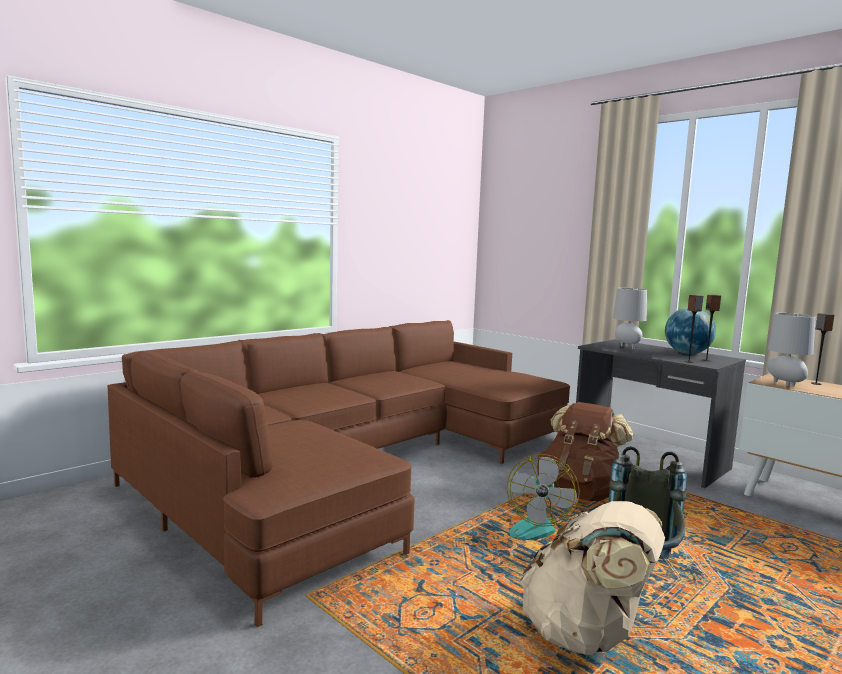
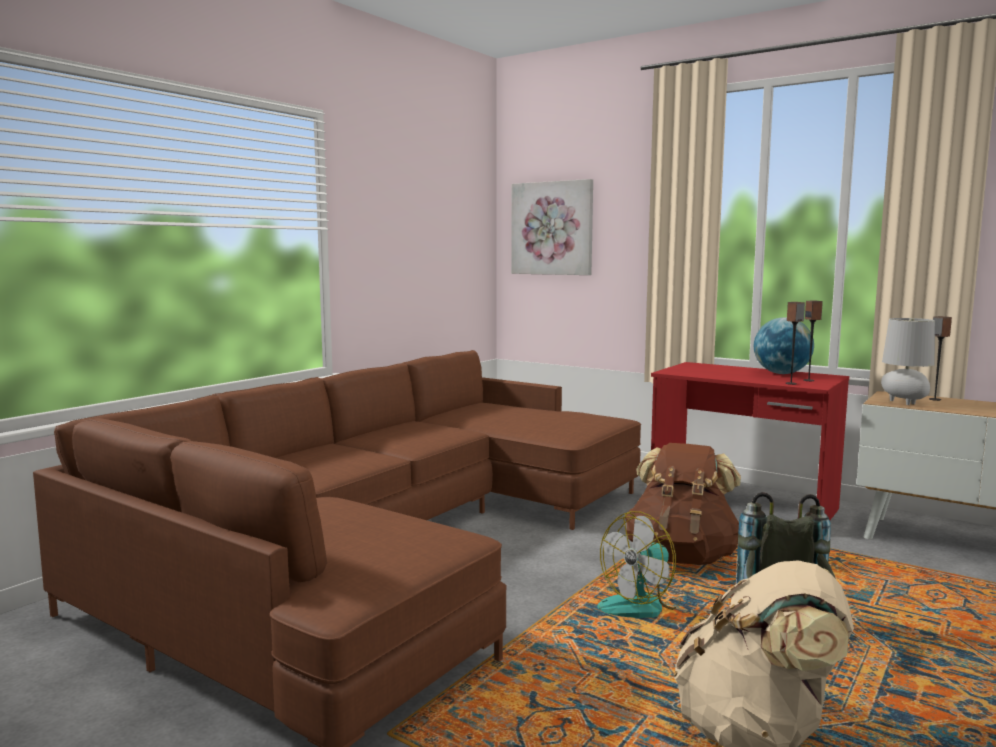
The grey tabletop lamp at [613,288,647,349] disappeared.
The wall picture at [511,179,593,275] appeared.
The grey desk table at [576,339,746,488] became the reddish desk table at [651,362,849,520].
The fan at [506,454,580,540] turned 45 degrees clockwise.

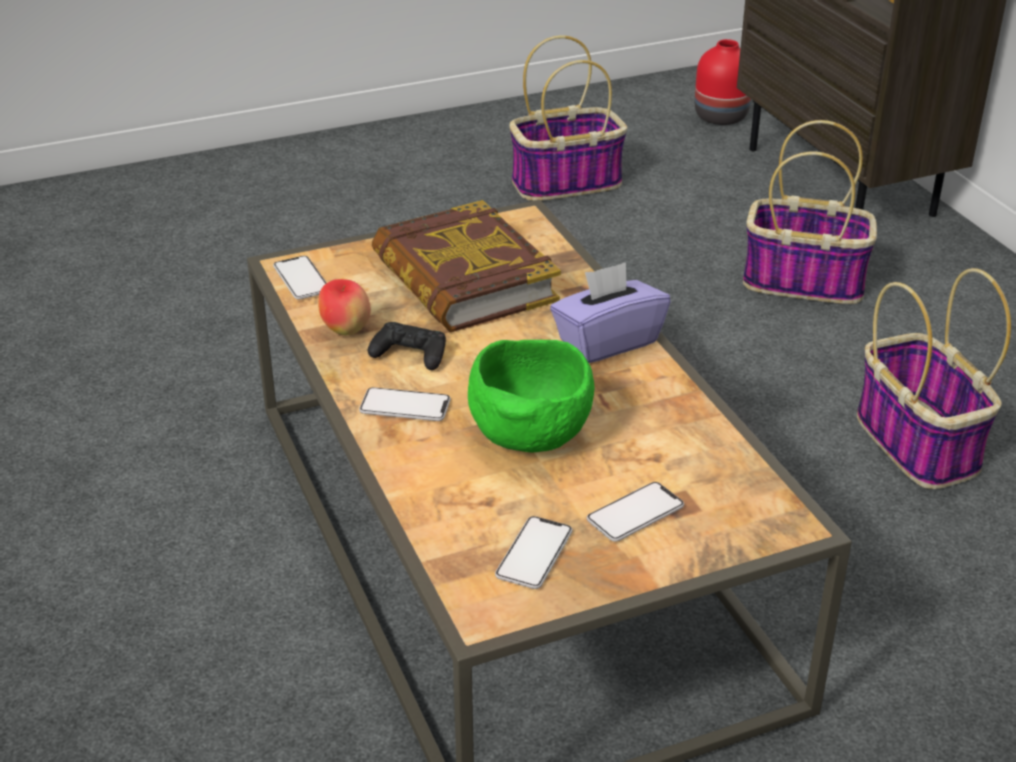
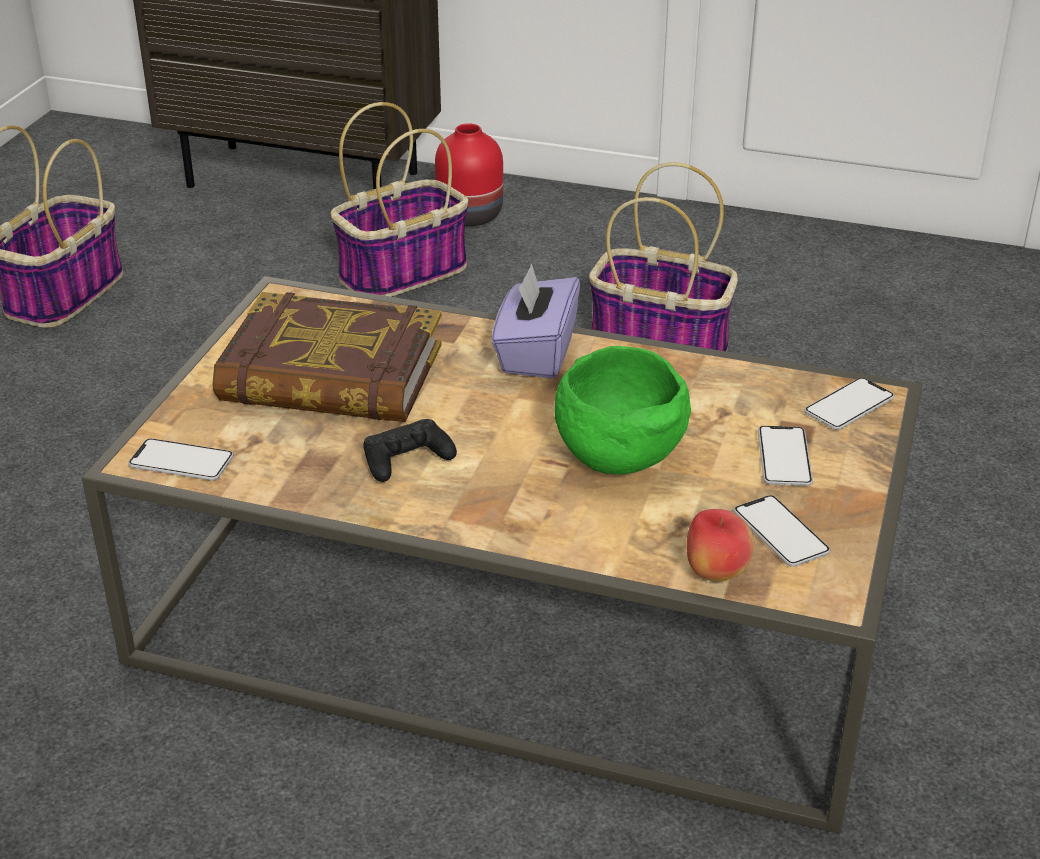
The apple fruit moved from [318,279,371,335] to [686,509,755,582].
The phone moved from [359,387,451,421] to [804,378,894,430].
The reddish vase moved from [695,39,751,125] to [435,124,503,226].

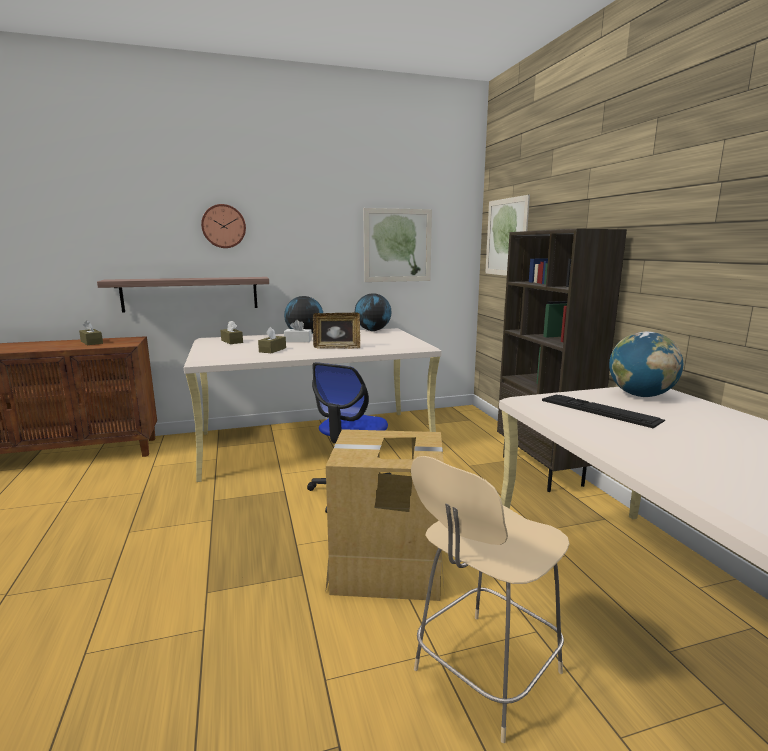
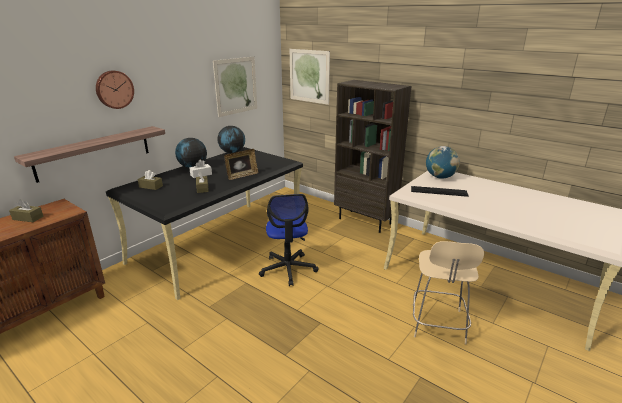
The cardboard box at [325,429,445,601] disappeared.
The beige-coloured desk table at [184,328,442,482] became the black-coloured desk table at [106,147,303,300].

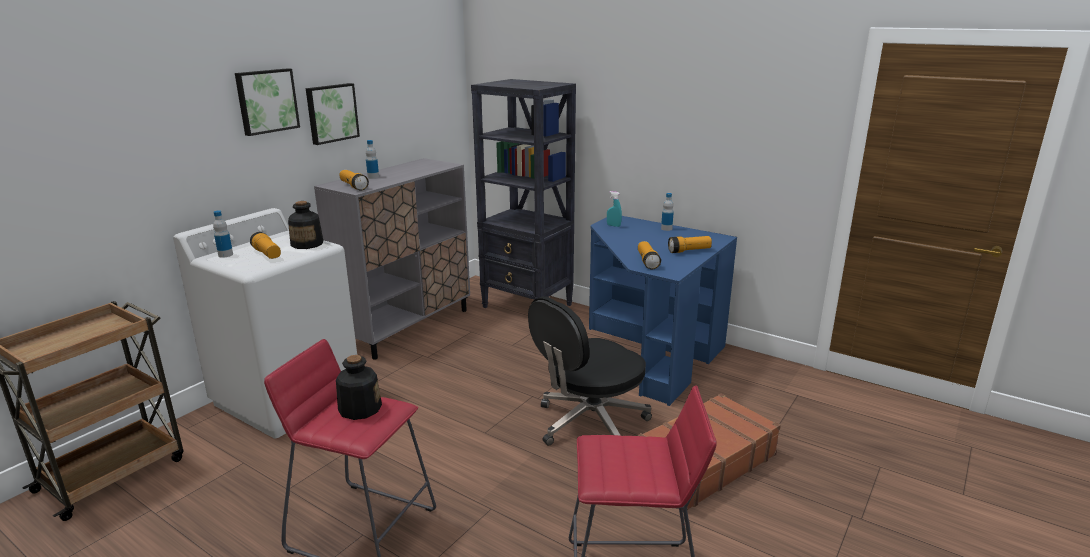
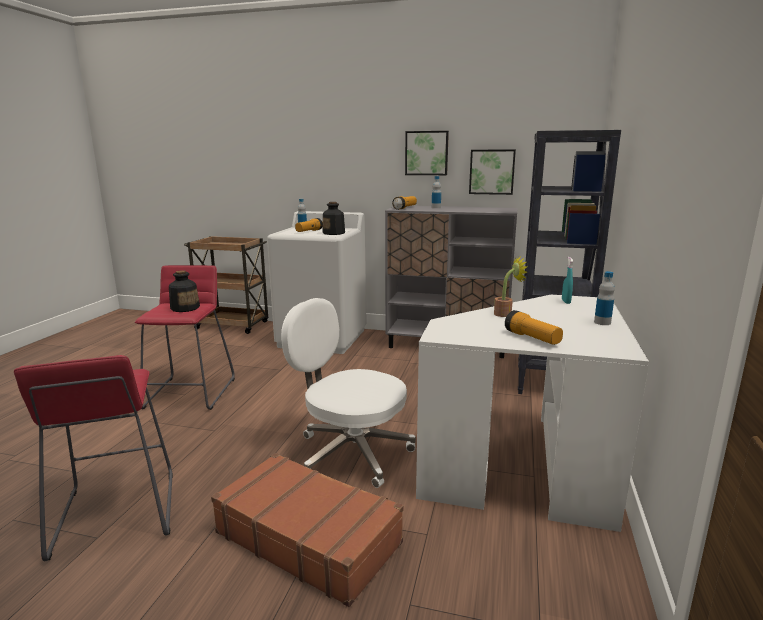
The hand torch at [638,241,661,270] disappeared.
The potted plant at [494,256,528,317] appeared.
The wall picture moved from [235,68,300,136] to [469,149,516,195].
The black-coloured office chair at [528,296,652,446] became the white office chair at [281,298,416,488].
The bluish desk table at [589,216,737,406] became the white desk table at [416,295,649,532].

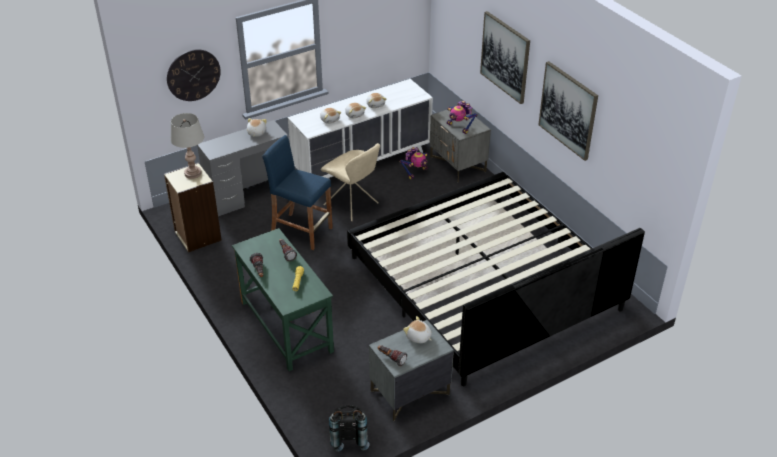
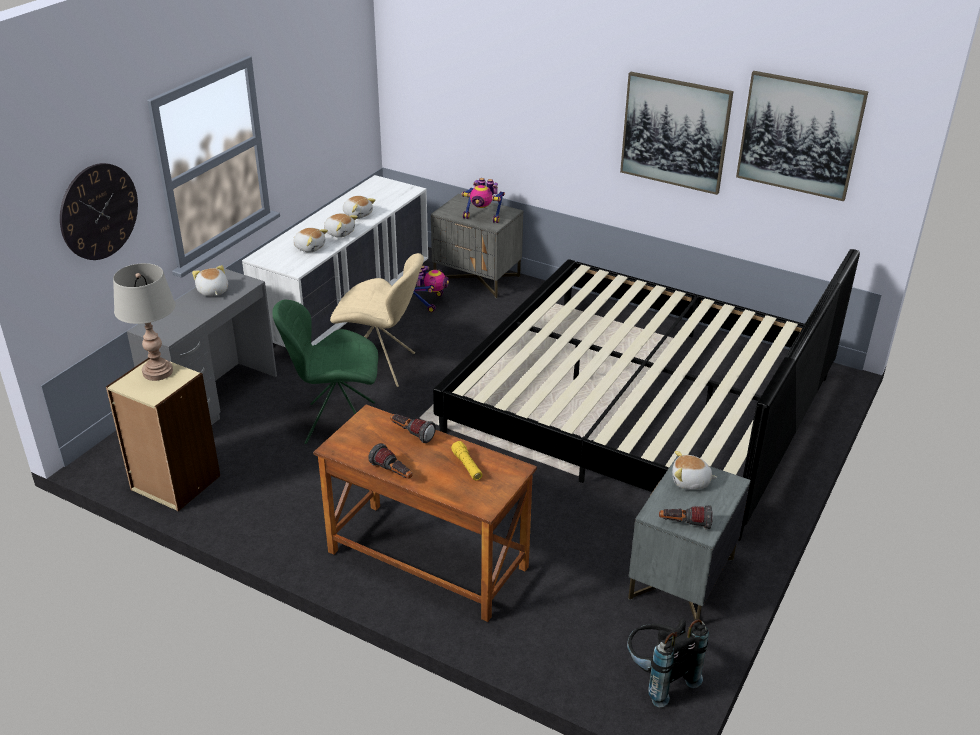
The wall picture moved from [480,11,530,104] to [736,71,868,201].
The bluish sitting stool at [263,135,333,250] was replaced by the green-coloured upright chair at [272,300,378,444].
The green-coloured desk table at [232,228,334,371] became the brownish desk table at [313,404,537,622].

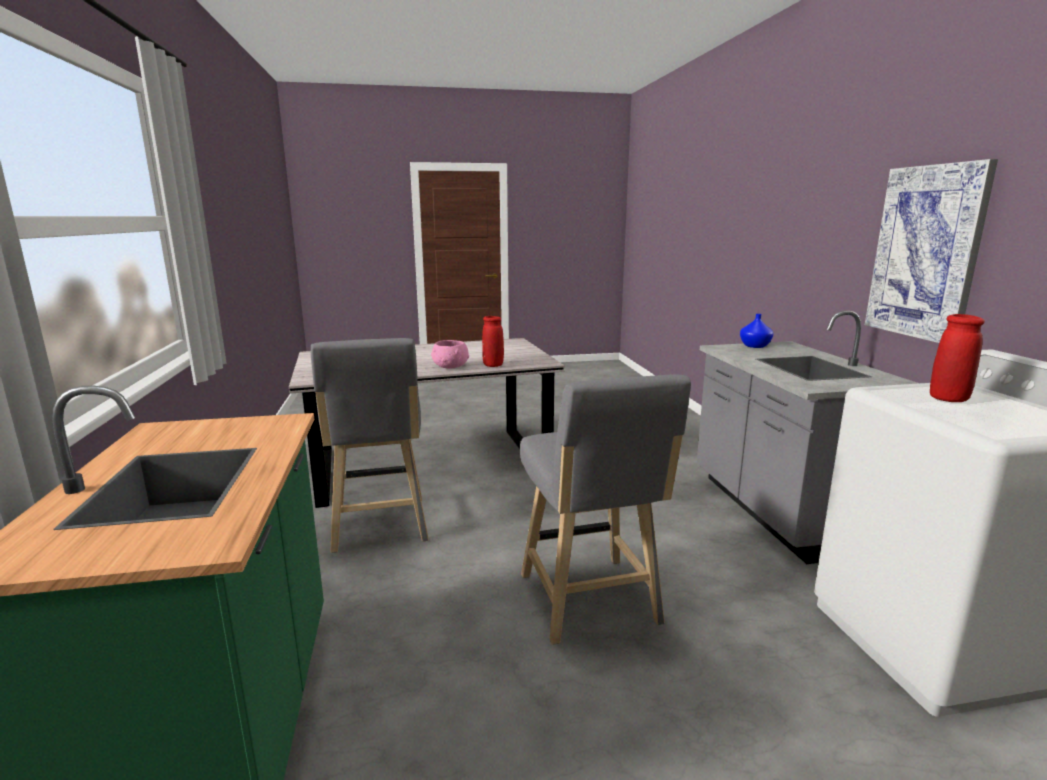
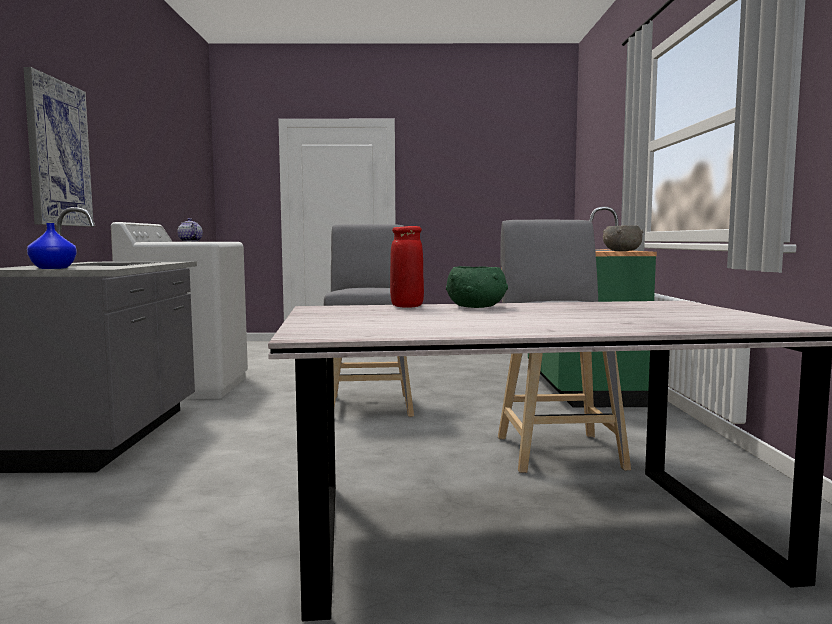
The grey bowl at [603,225,643,251] appeared.
The reddish vase at [930,314,985,402] was replaced by the tea pot at [177,218,203,242].
The pink bowl at [431,340,469,369] became the green-coloured bowl at [446,266,508,308].

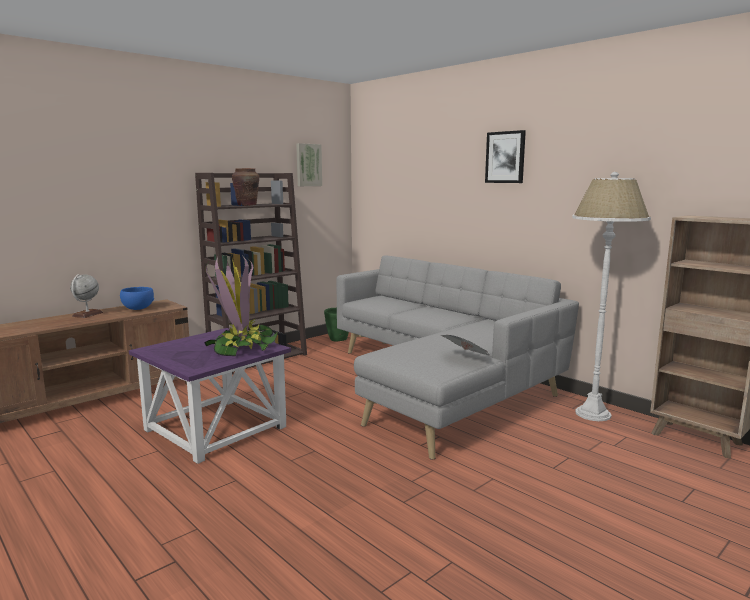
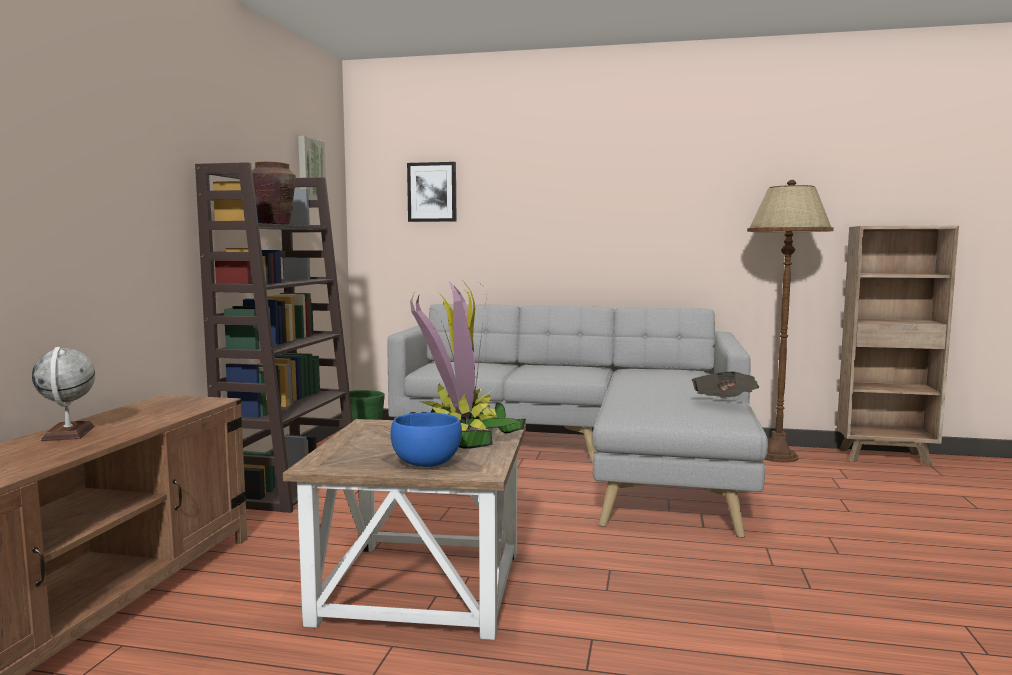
The bluish bowl moved from [120,287,154,310] to [391,412,462,467].
The wall picture moved from [485,130,526,183] to [407,162,456,222].
The purple-coloured side table at [129,328,291,464] became the brownish side table at [283,419,526,640].
The white standard lamp at [572,172,651,421] became the brownish standard lamp at [747,180,834,462].

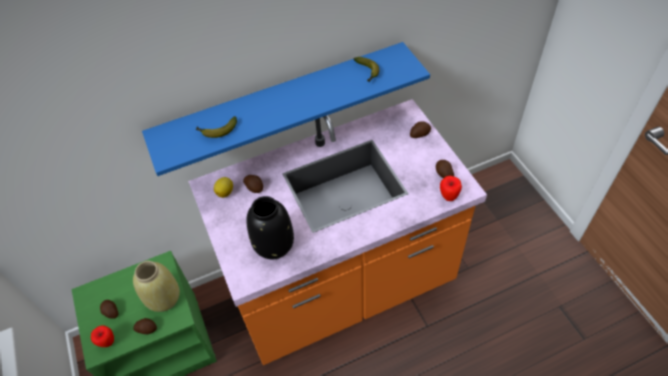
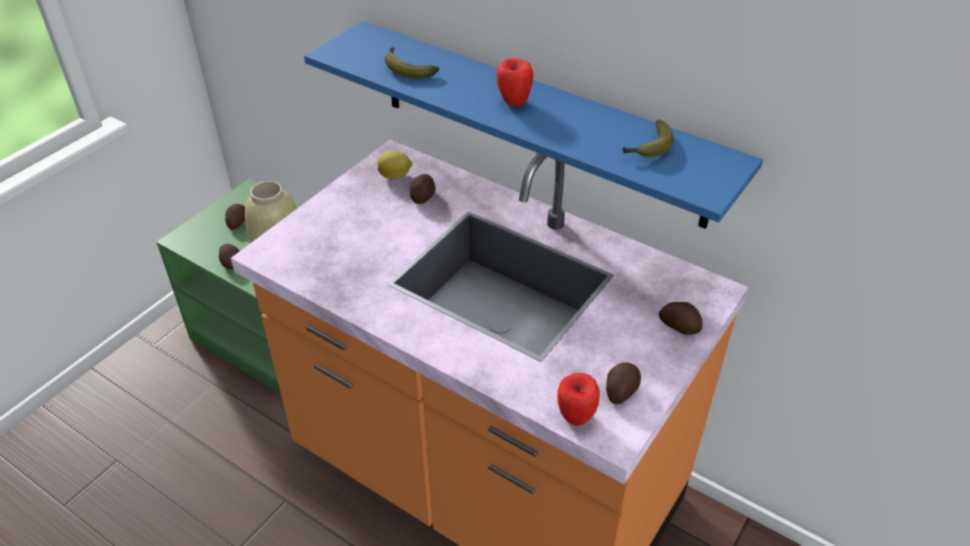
The black-coloured vase at [247,196,294,260] disappeared.
The apple fruit moved from [91,325,114,347] to [496,58,533,106].

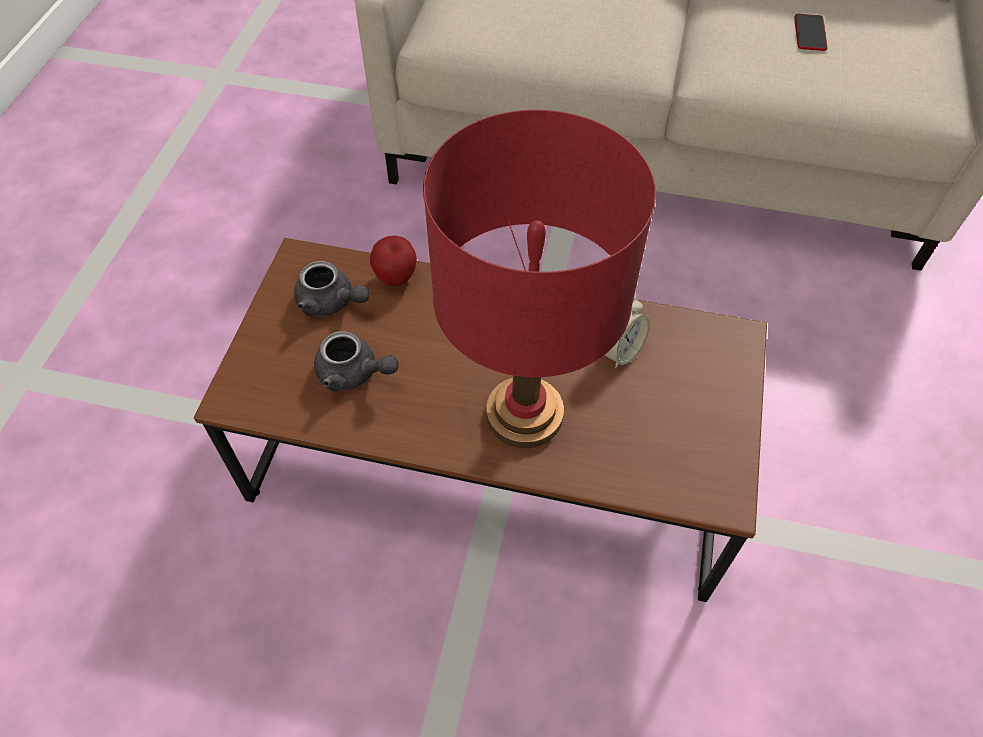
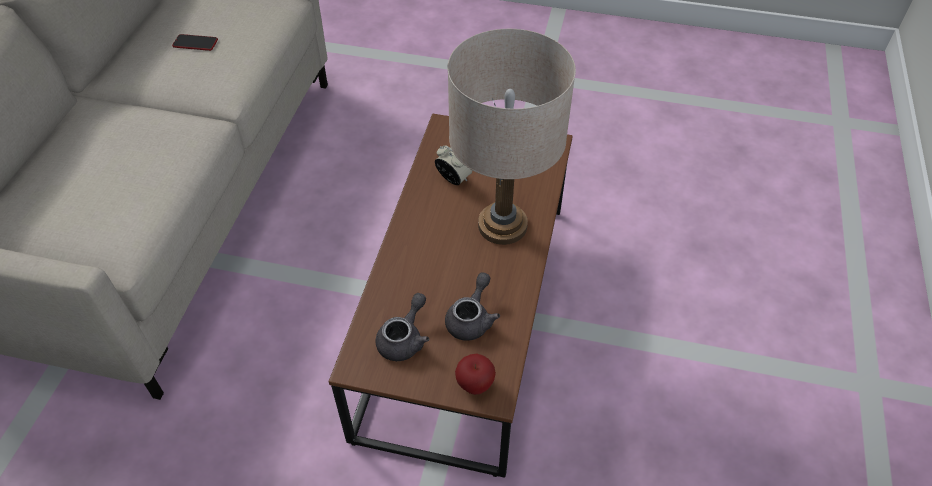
The apple fruit moved from [370,236,417,286] to [455,353,496,395].
The reddish tabletop lamp at [423,110,656,448] became the beige-coloured tabletop lamp at [447,29,576,245].

